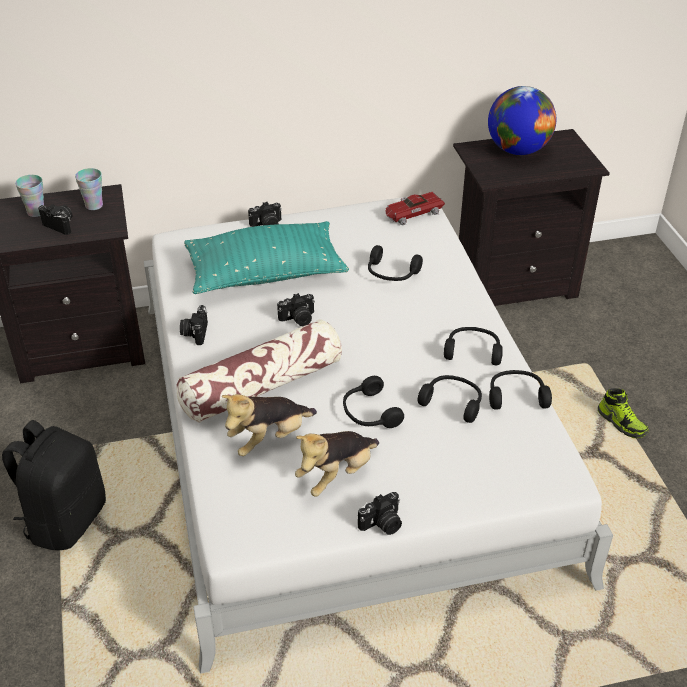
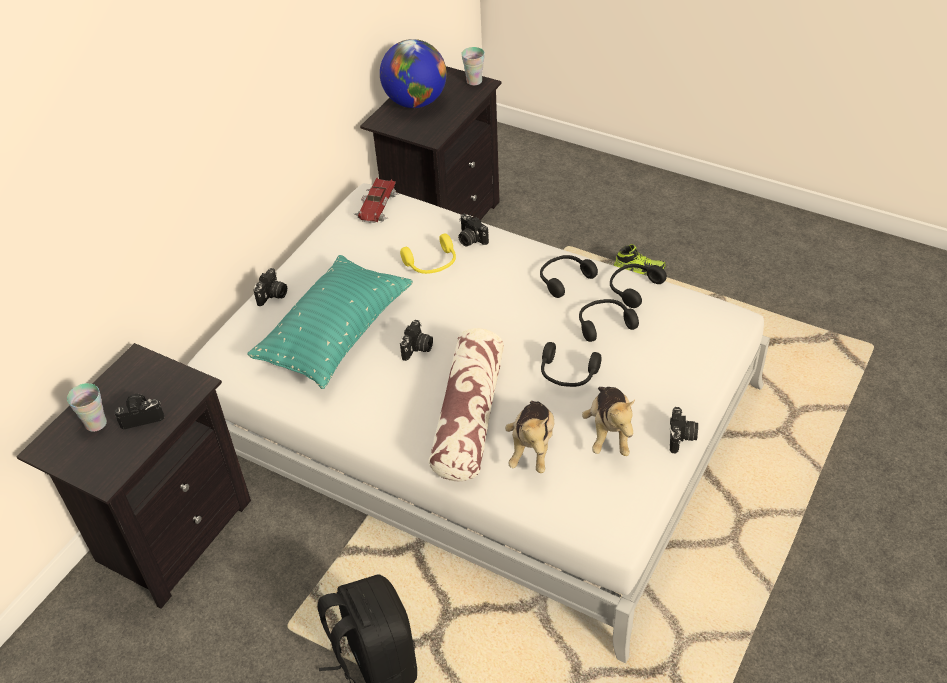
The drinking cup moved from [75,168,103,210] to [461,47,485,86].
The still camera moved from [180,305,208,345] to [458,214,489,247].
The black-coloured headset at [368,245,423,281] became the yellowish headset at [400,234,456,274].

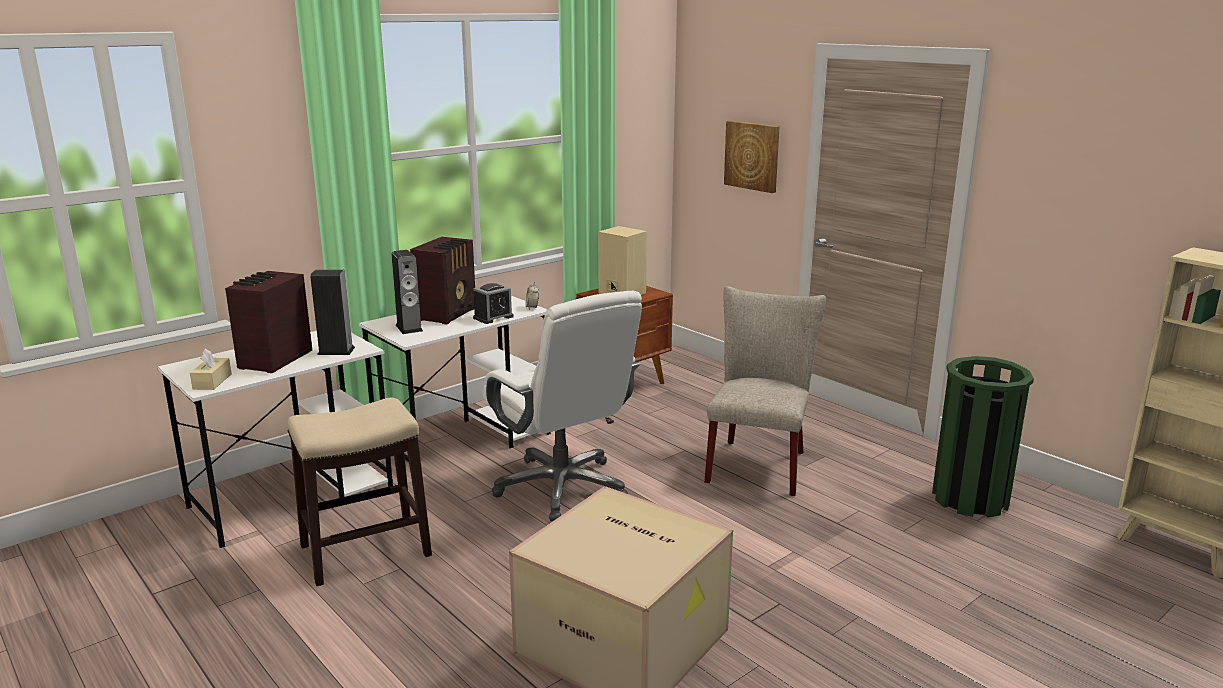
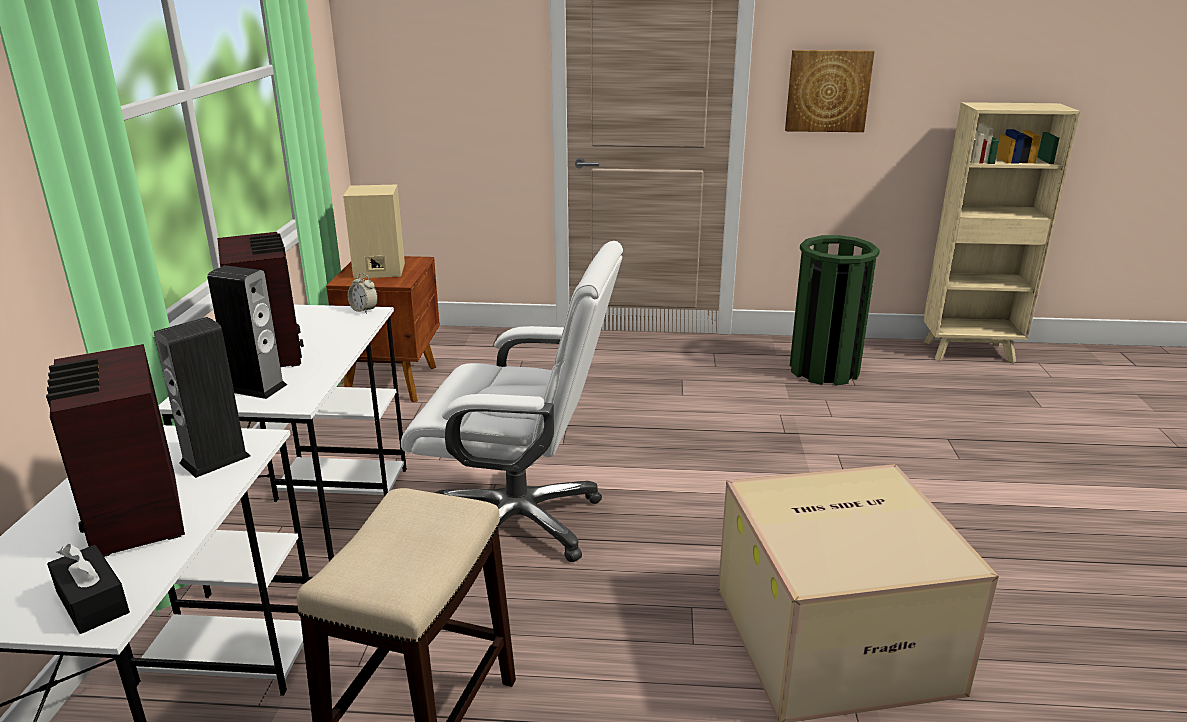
The table clock at [473,283,514,324] disappeared.
The beige-coloured upright chair at [704,286,826,496] disappeared.
The wall picture moved from [724,121,780,193] to [785,50,875,132].
The beige-coloured tissue holder at [190,349,232,390] became the black-coloured tissue holder at [47,544,130,634].

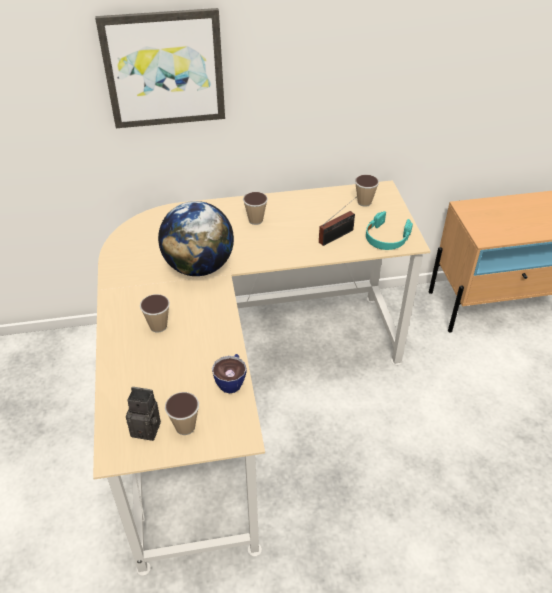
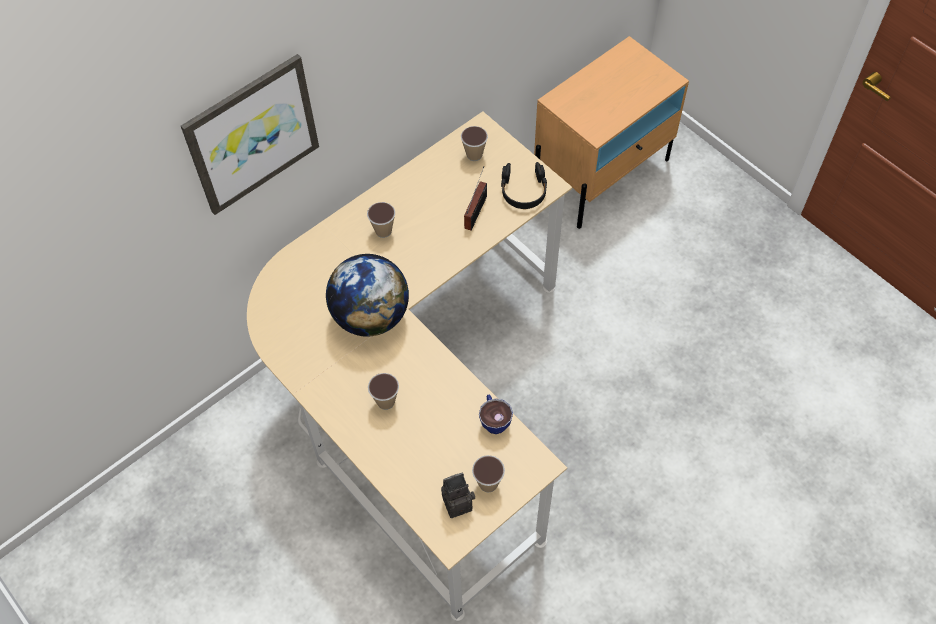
The turquoise headset at [366,211,413,250] became the black-coloured headset at [501,162,547,209].

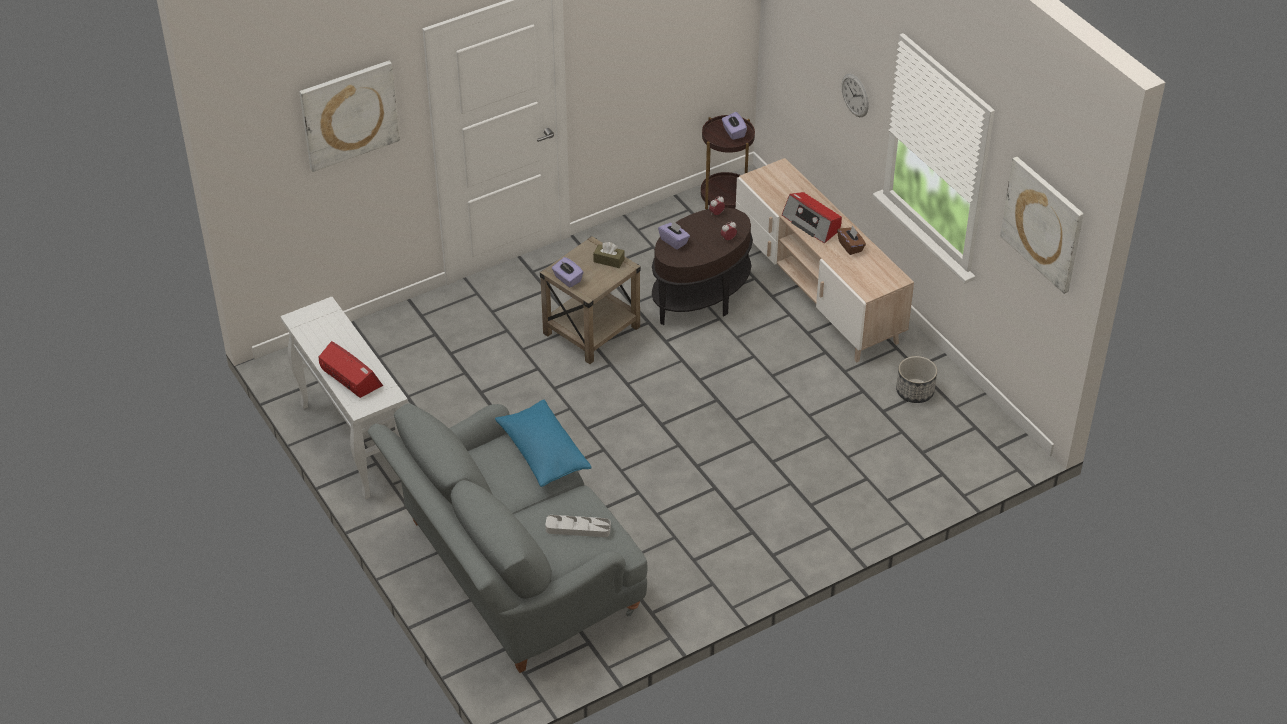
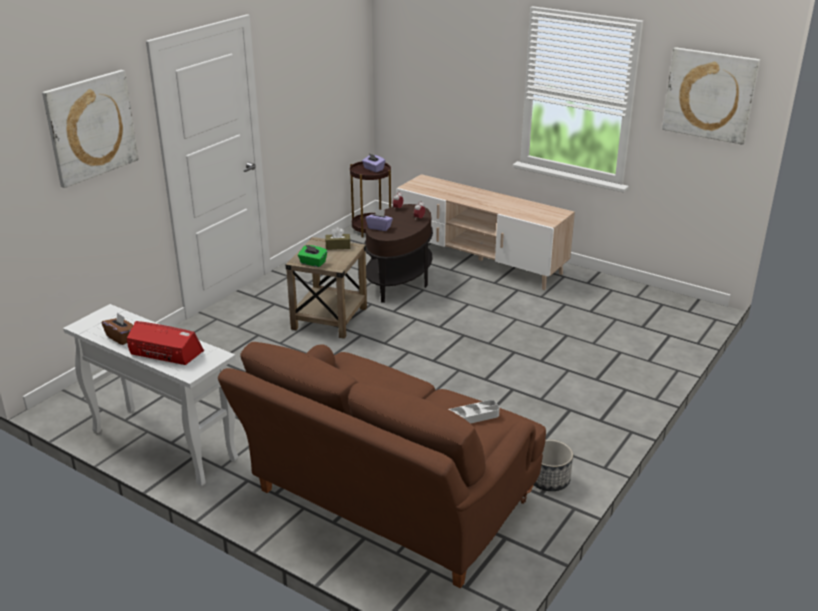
The bluish cushion at [495,400,592,487] disappeared.
The radio set at [782,192,842,243] disappeared.
The hanging clock at [841,74,869,117] disappeared.
The brownish tissue holder moved from [837,225,866,255] to [102,312,133,345].
The flower pot moved from [896,356,937,403] to [534,440,573,491].
The grey settee at [368,403,648,673] became the brownish settee at [218,342,546,588].
The purple-coloured tissue holder at [552,257,583,288] became the green-coloured tissue holder at [298,245,327,267].

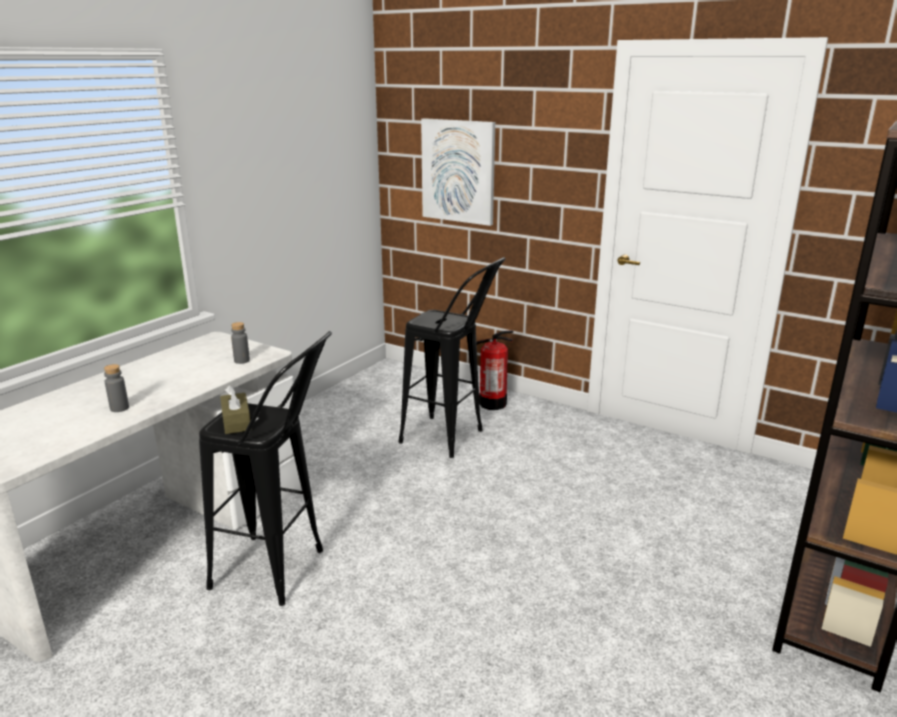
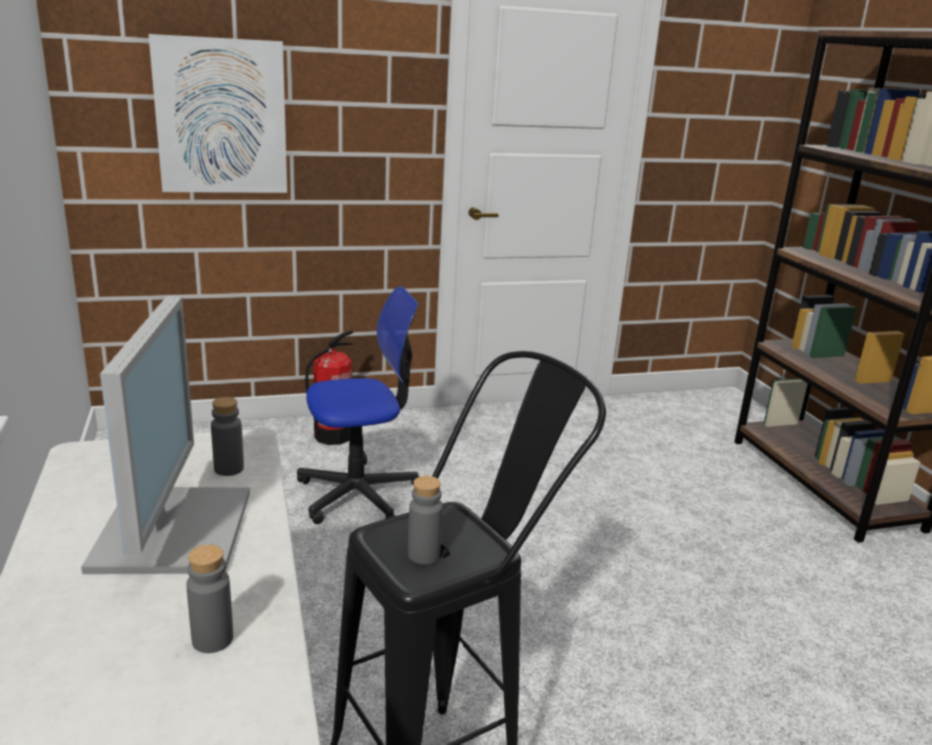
The computer display at [81,296,250,574] appeared.
The brownish tissue holder at [220,385,252,434] was replaced by the grey beverage bottle at [408,476,443,565].
The black-coloured sitting stool at [398,257,506,458] was replaced by the office chair at [297,286,420,524].

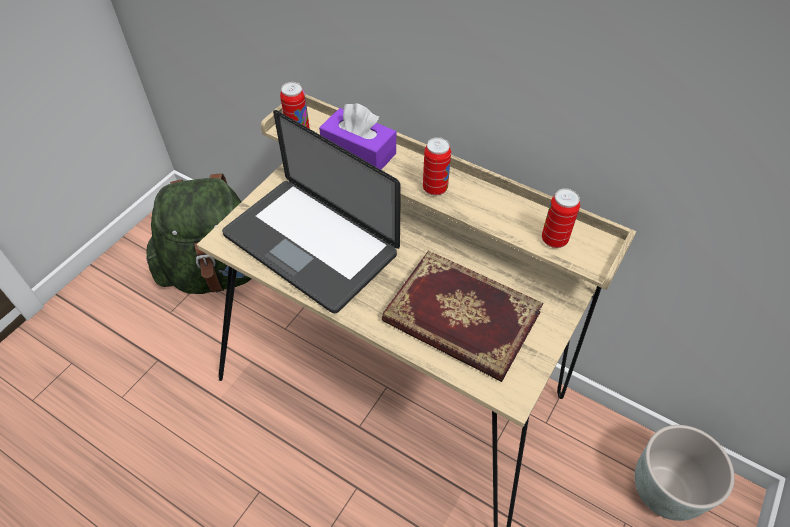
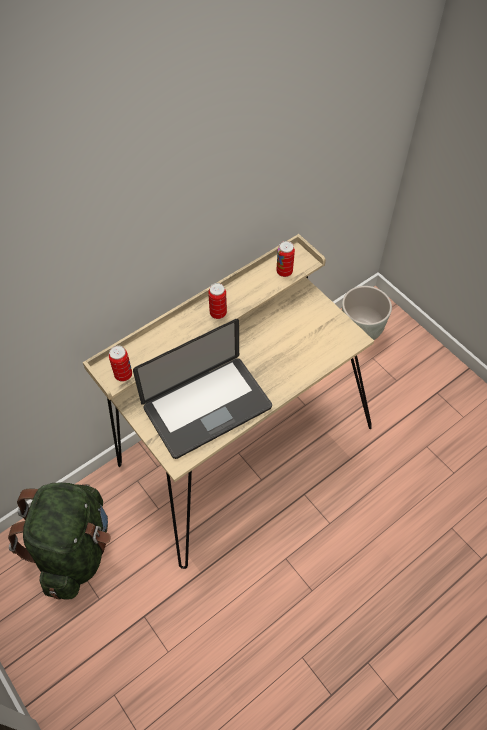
The purple-coloured tissue holder at [319,103,396,170] disappeared.
The book at [382,250,543,382] disappeared.

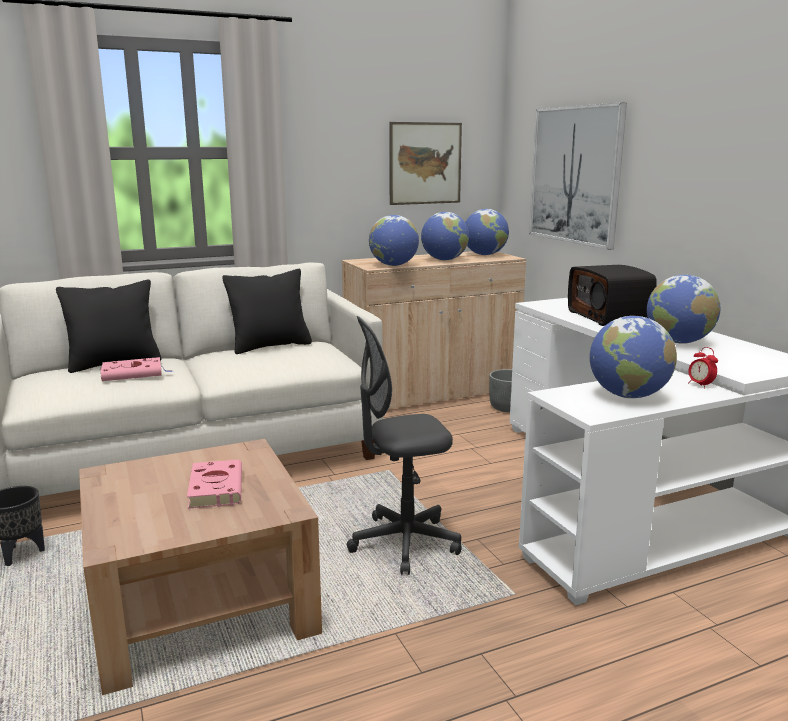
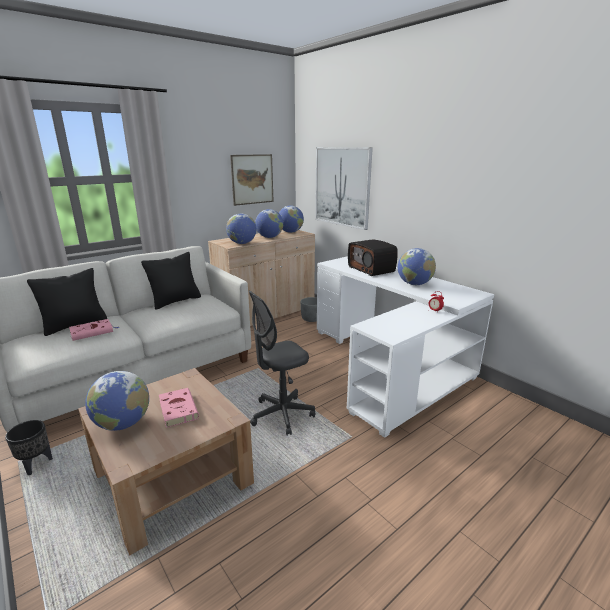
The desk globe moved from [590,316,677,398] to [85,371,149,431].

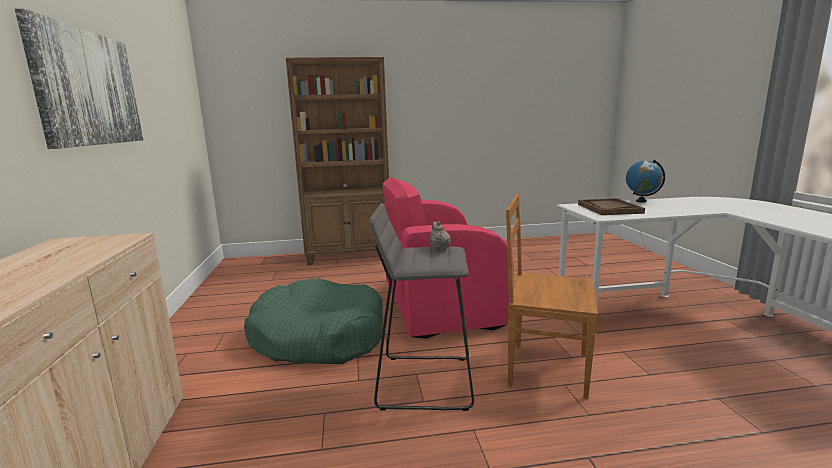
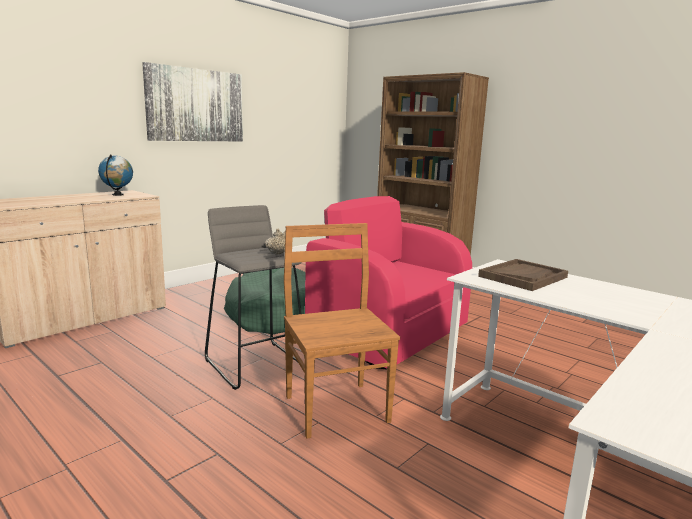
The desk globe moved from [626,160,665,202] to [98,154,133,196].

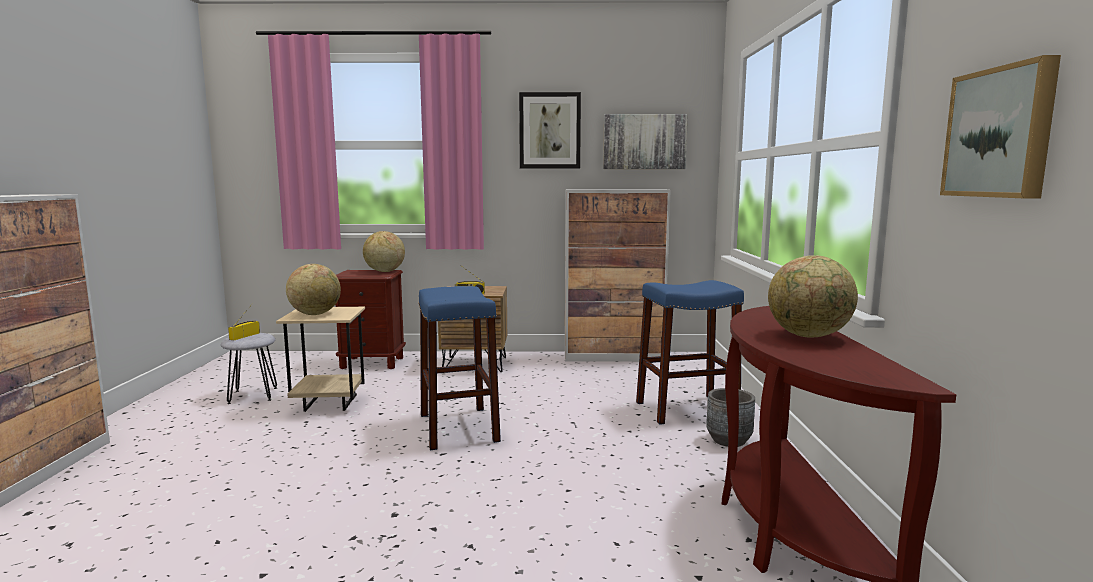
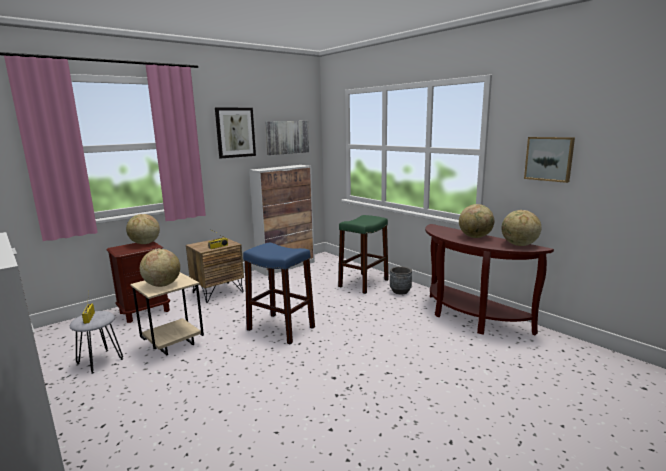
The desk globe at [501,210,541,246] appeared.
The bluish sitting stool at [636,280,744,425] became the green-coloured sitting stool at [338,215,389,294].

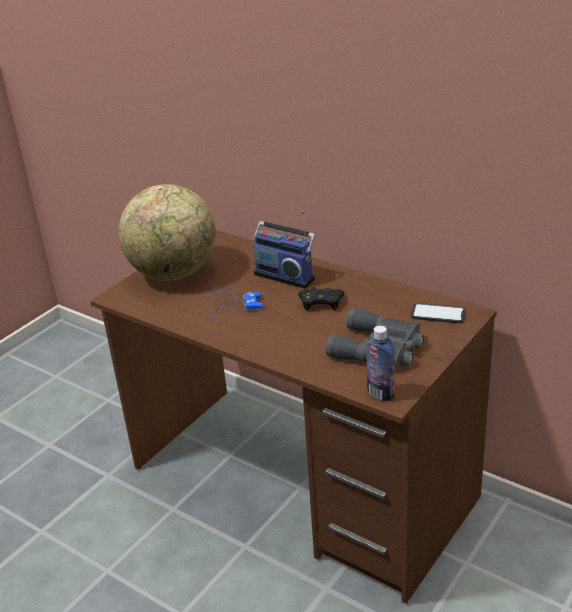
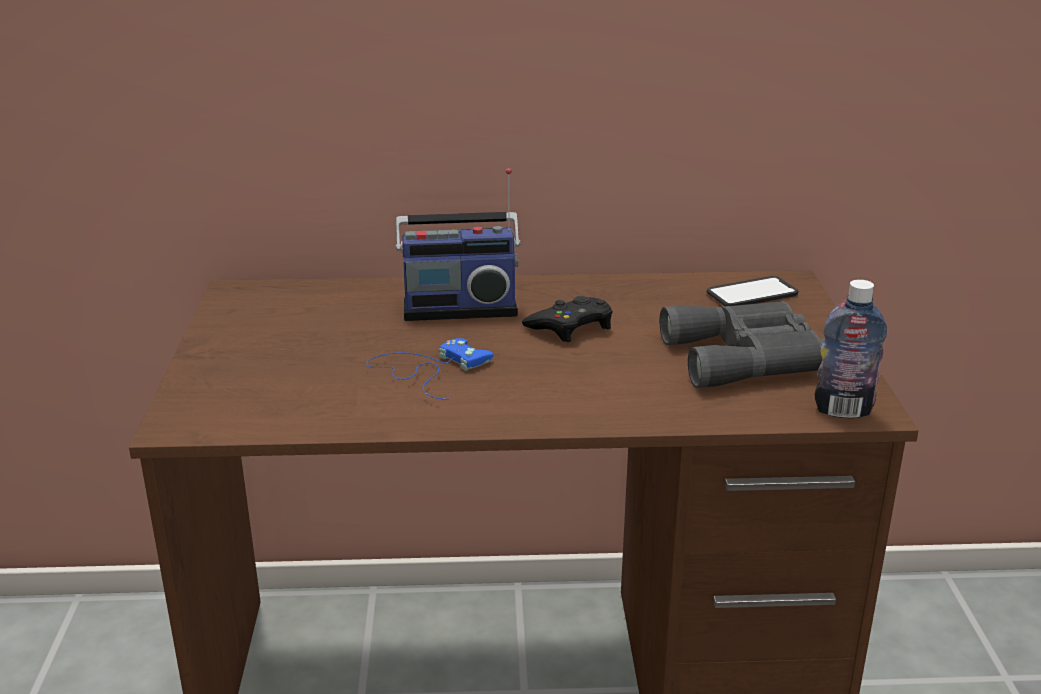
The desk globe at [119,184,216,281] disappeared.

